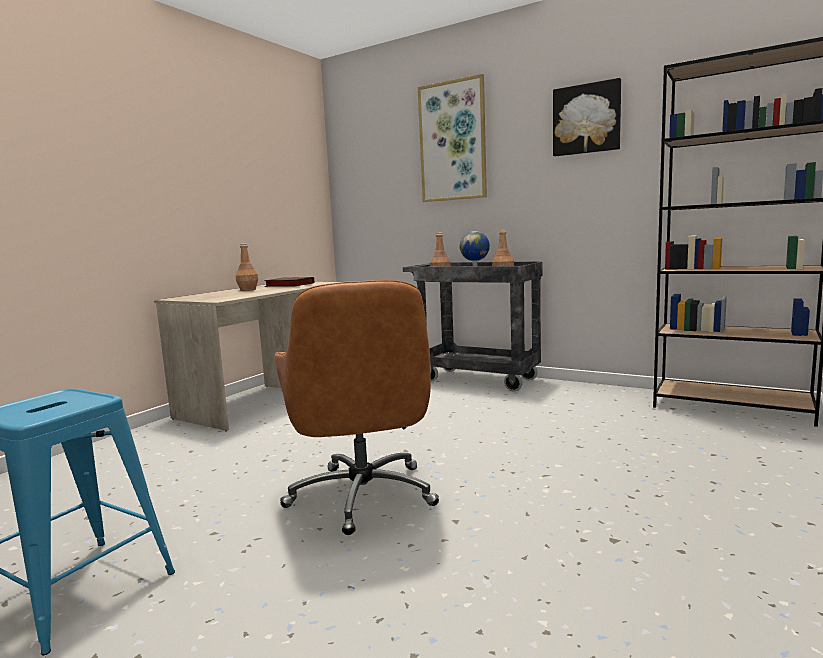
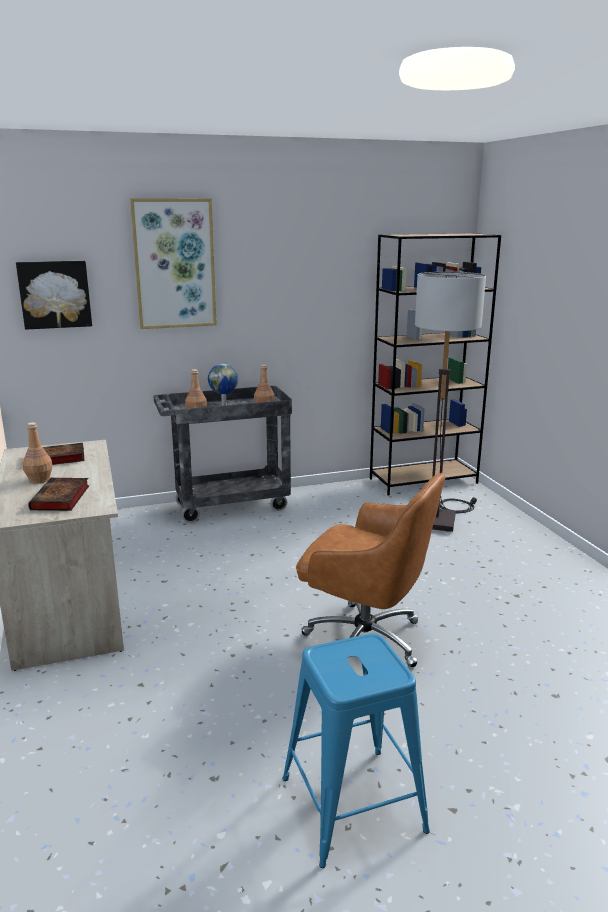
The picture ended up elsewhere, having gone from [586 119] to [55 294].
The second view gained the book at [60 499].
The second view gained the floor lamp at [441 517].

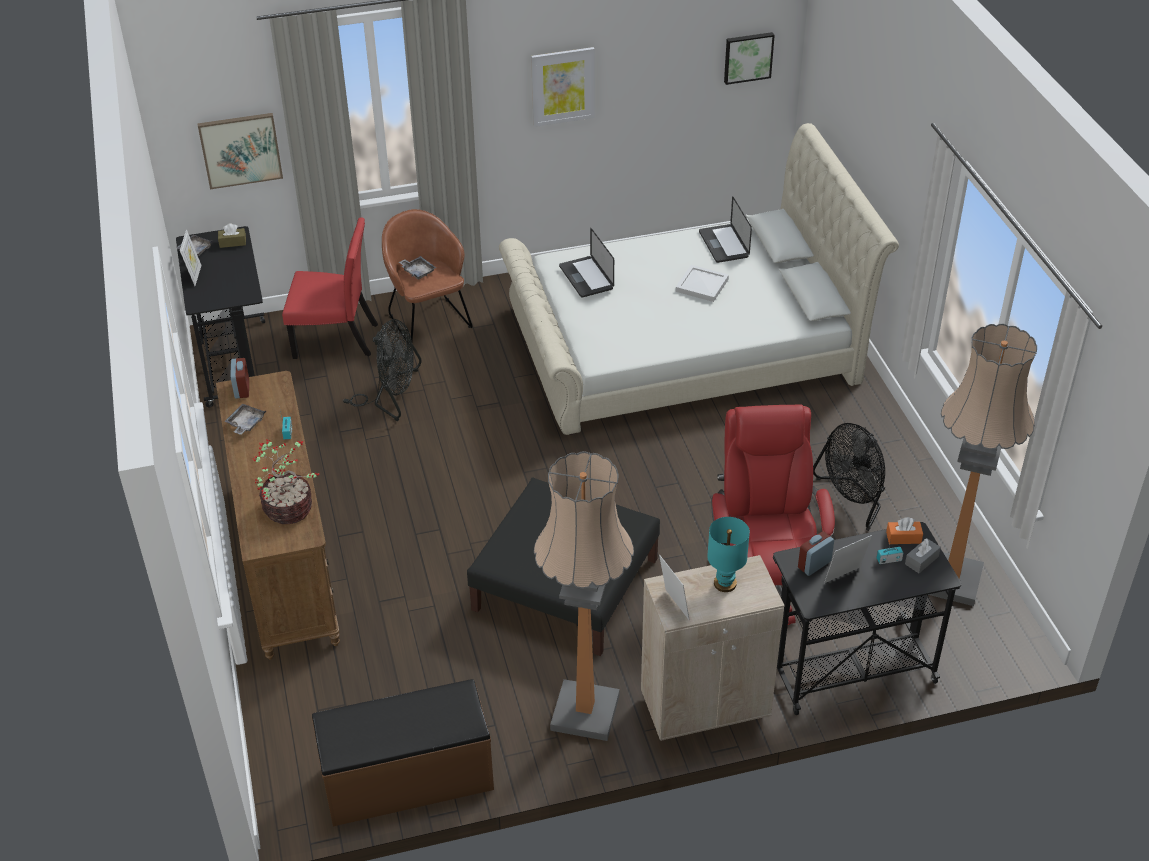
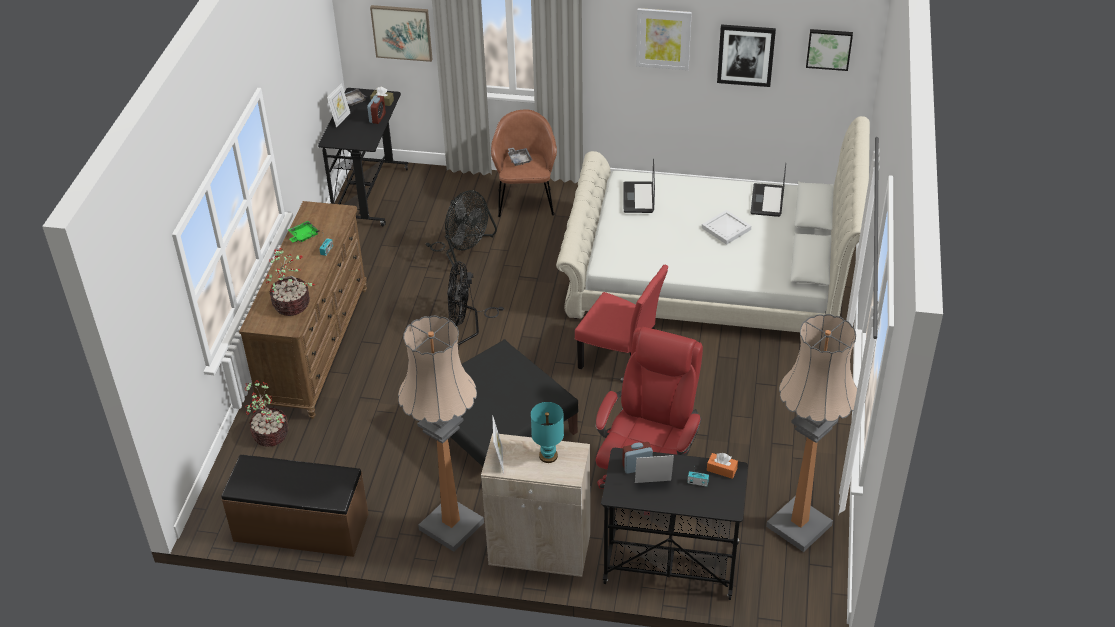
The second view gained the potted plant at [269 434].
What was the tray (grey) at [245 423] turned into the tray (green) at [303 236].
The alarm clock ended up elsewhere, having gone from [242 389] to [377 118].
The fan (black) ended up elsewhere, having gone from [854 496] to [467 321].
The chair (red) ended up elsewhere, having gone from [334 339] to [620 360].
The second view gained the picture at [746 55].
The second view lost the tissue box (grey) at [921 560].

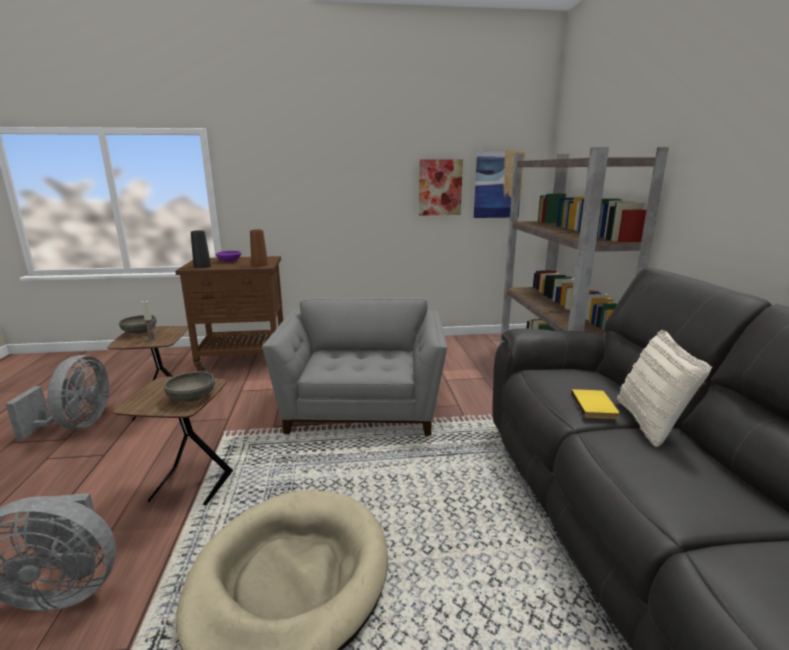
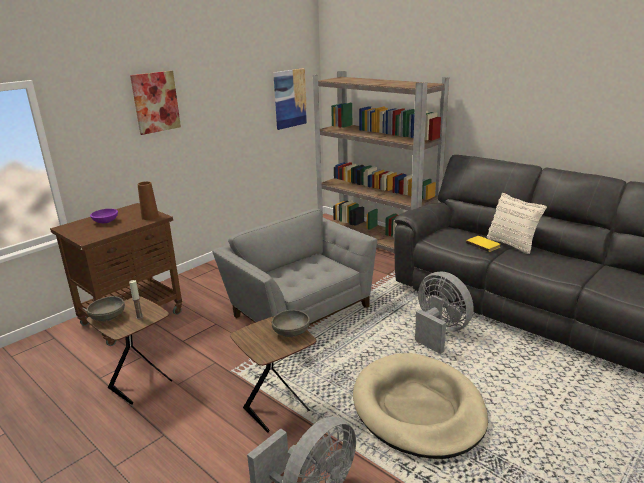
The picture ended up elsewhere, having gone from [440 187] to [155 102].
The fan (grey) ended up elsewhere, having gone from [77 425] to [439 332].
The second view lost the vase (black) at [202 266].

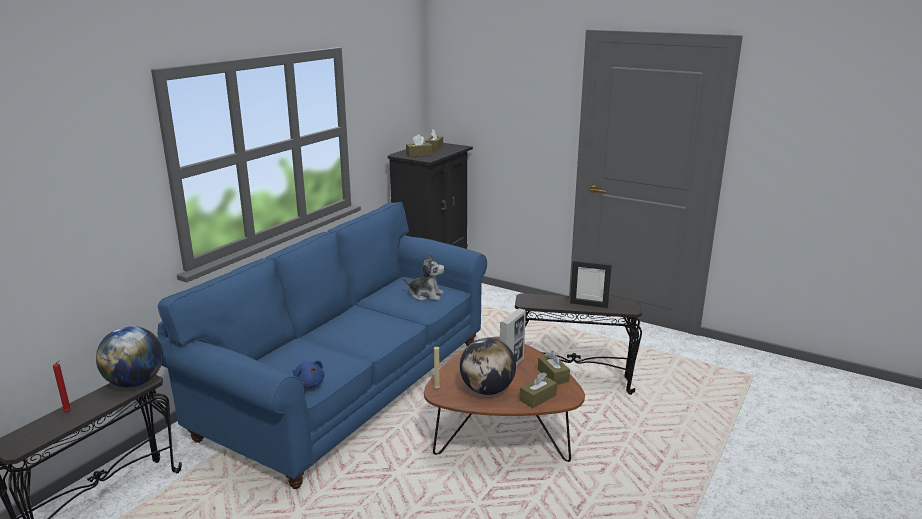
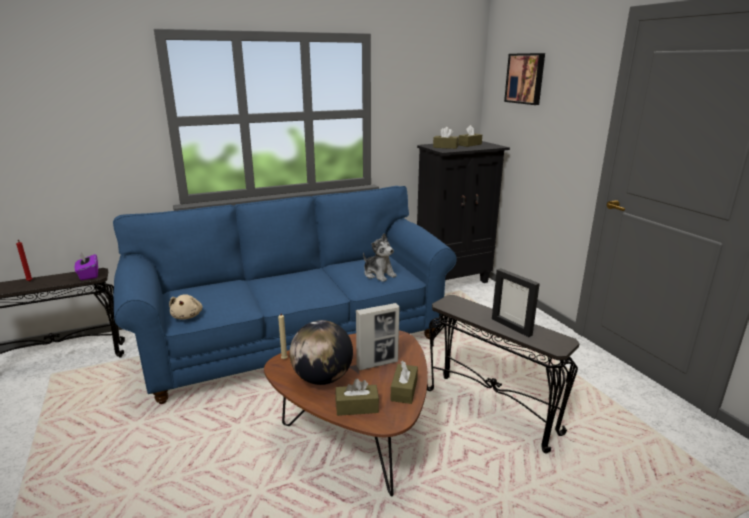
Where the globe stood at [135 382], the tissue box (purple) came to stand at [89 275].
What was the plush toy (blue) at [307 384] turned into the plush toy (beige) at [187 316].
The second view gained the picture at [525 78].

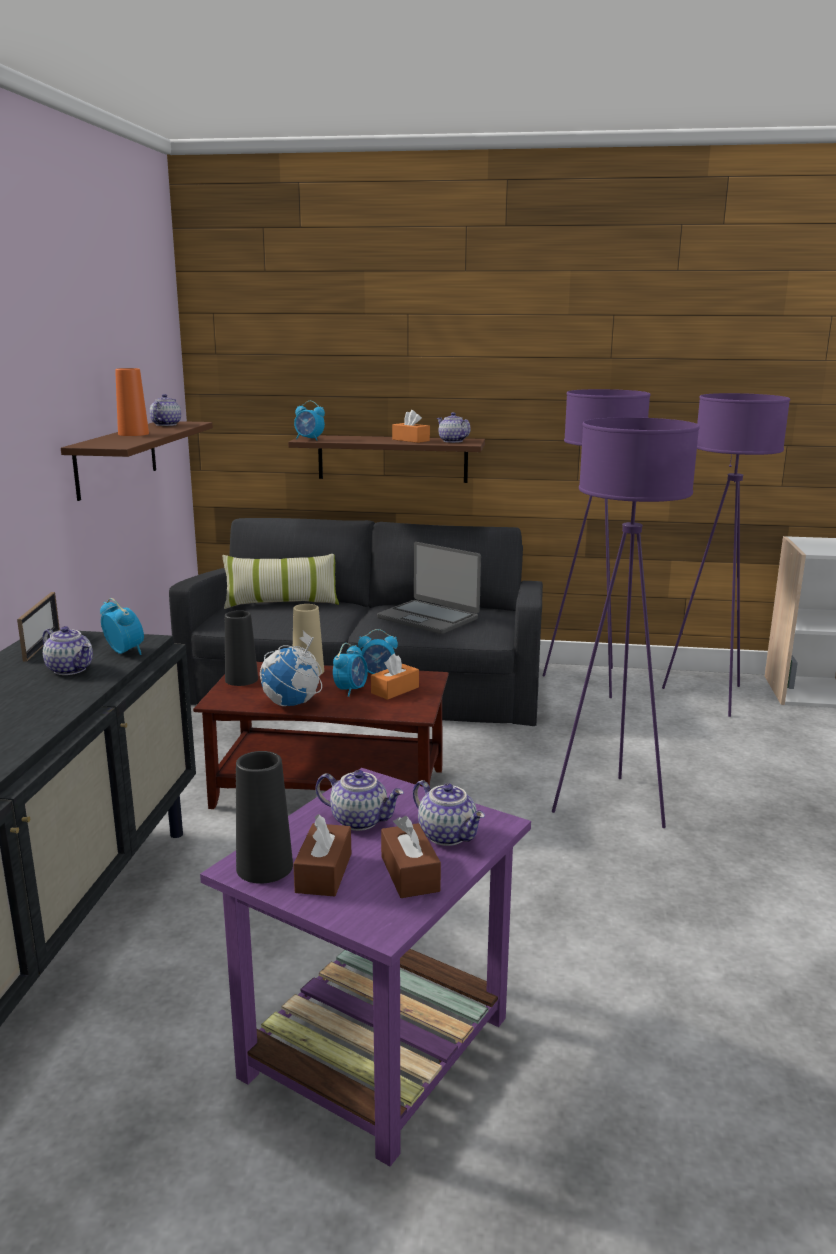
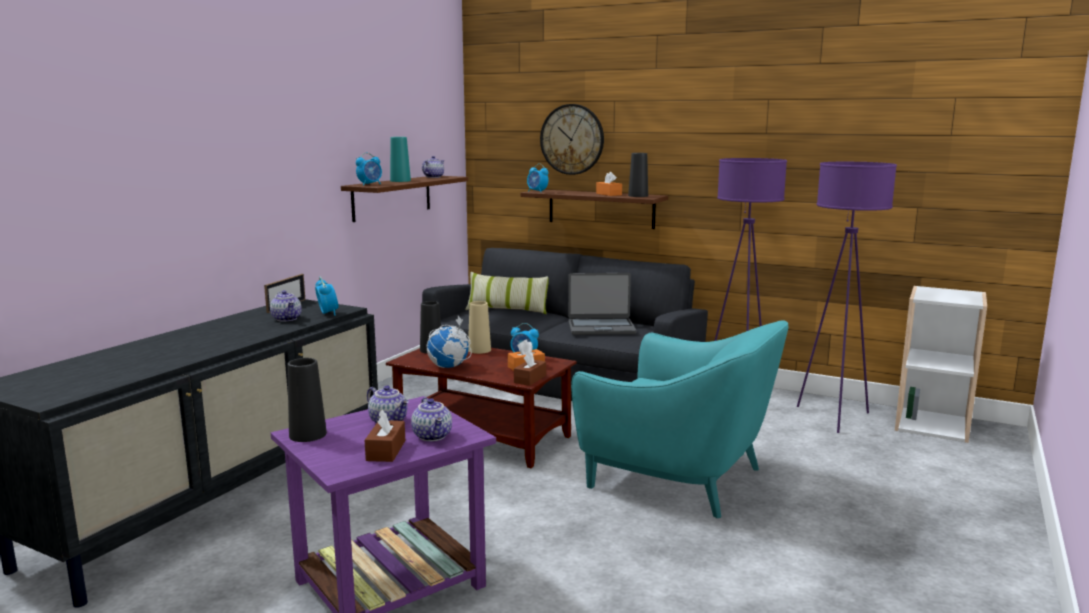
The alarm clock ended up elsewhere, having gone from [351 690] to [370 184].
What was the vase (orange) at [133 434] turned into the vase (turquoise) at [400 181].
The tissue box (brown) ended up elsewhere, having gone from [324 873] to [530 379].
The second view gained the wall clock at [572 139].
The laptop at [428 618] ended up facing another way, 60 degrees counterclockwise from before.
Where the floor lamp (purple) stood at [610 805], the armchair (turquoise) came to stand at [678 477].
Where the teapot stood at [452 441], the vase (black) came to stand at [638 196].

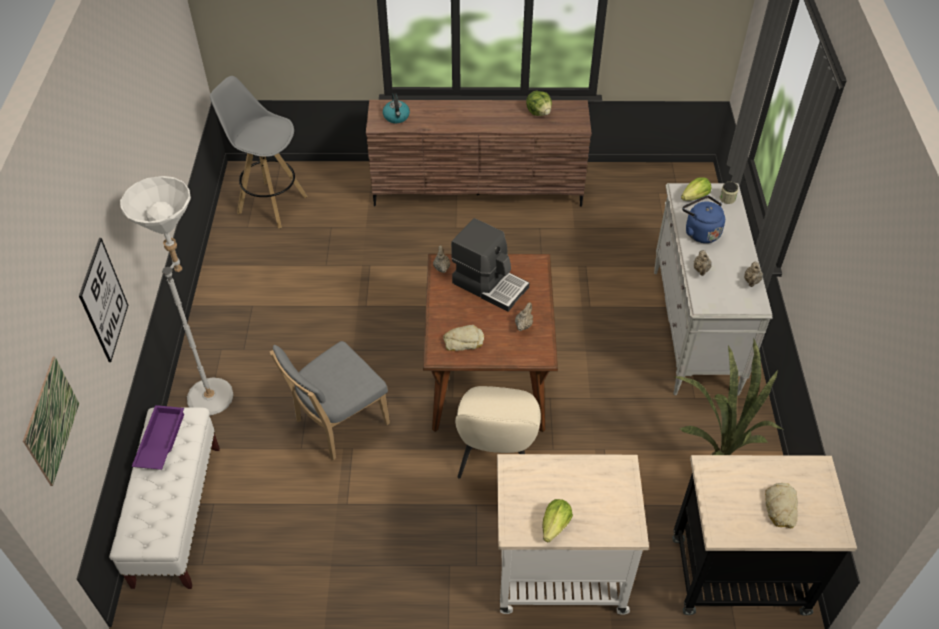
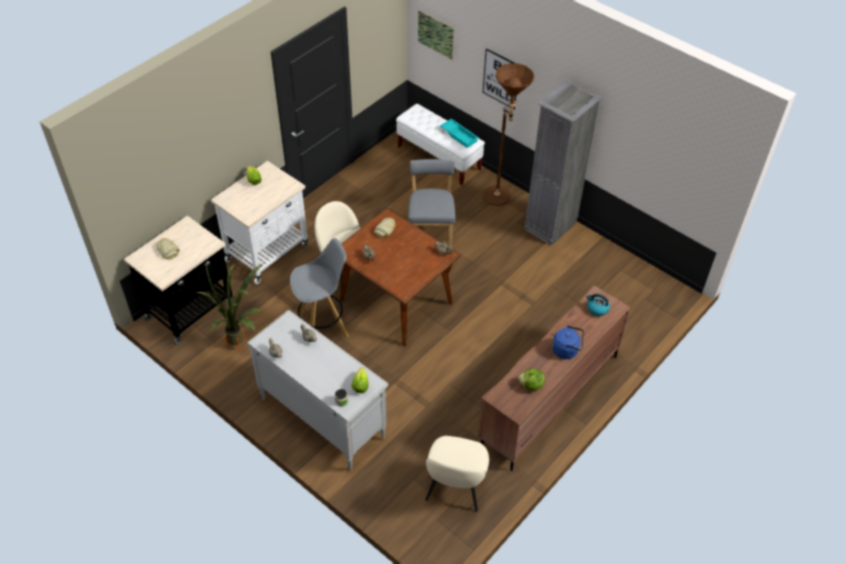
The stool (grey) ended up elsewhere, having gone from [271 203] to [323 328].
The second view gained the chair (beige) at [455 488].
What was the tray (purple) at [159 441] turned into the tray (turquoise) at [459 135].
What was the floor lamp (white) at [215 389] turned into the floor lamp (brown) at [500 200].
The second view gained the cabinet (grey) at [550 226].
The kettle (blue) ended up elsewhere, having gone from [700 232] to [567 350].
The second view lost the coffee machine at [490 284].

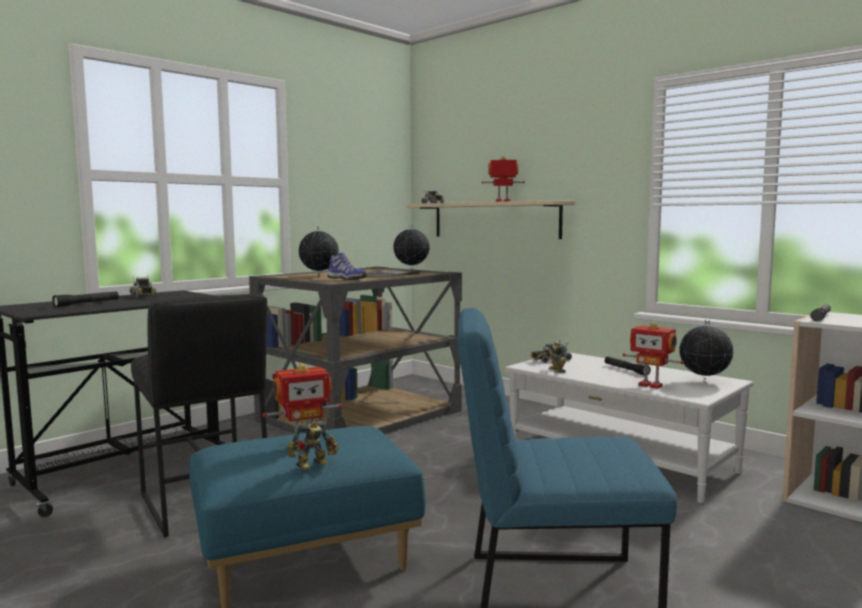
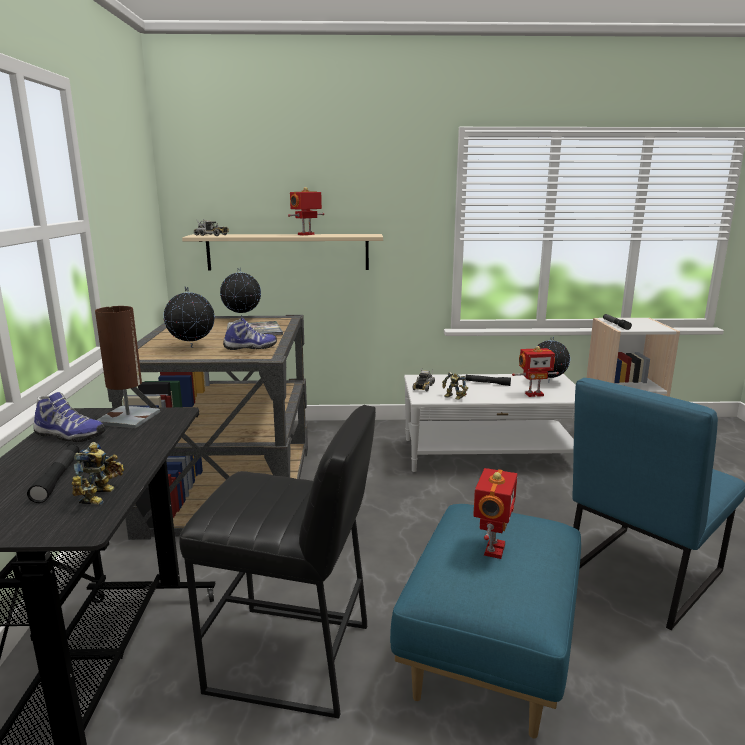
Where the toy truck stood at [143 296], the shoe came to stand at [68 436].
The toy robot ended up elsewhere, having gone from [314 465] to [101 496].
The second view gained the table lamp (brown) at [128 418].

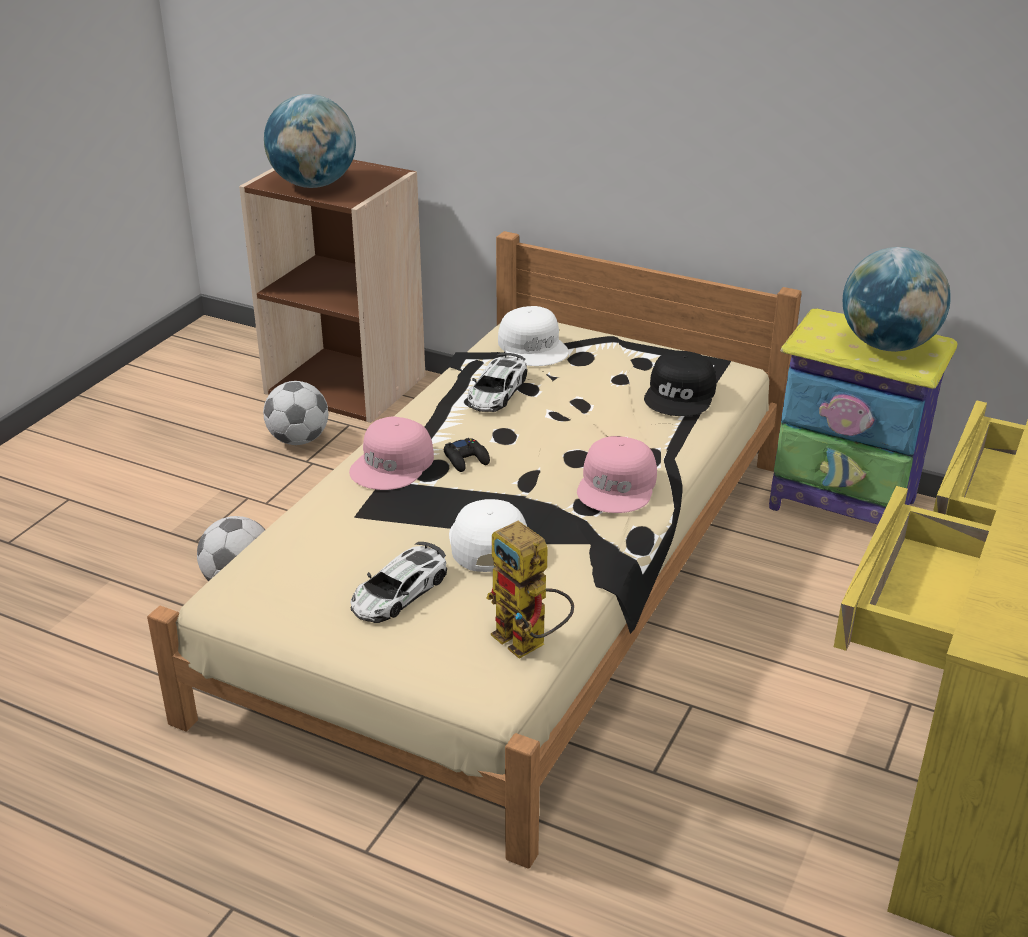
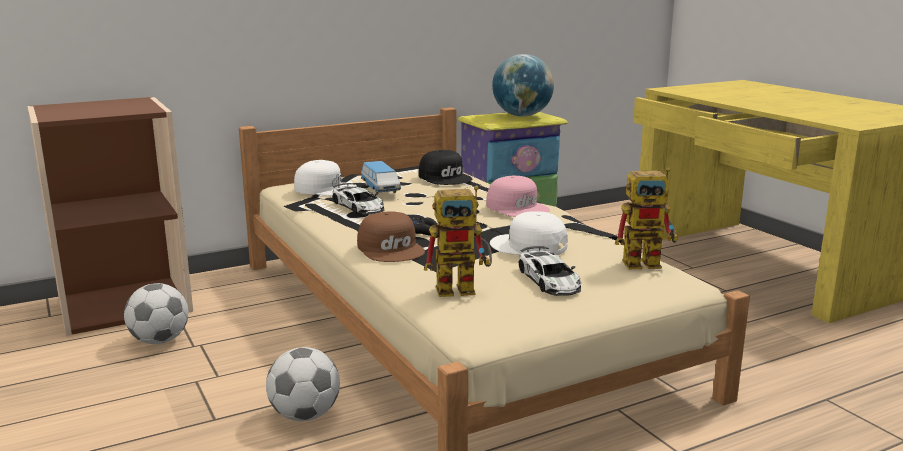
What was the cap (pink) at [393 465] turned into the cap (brown) at [391 249].
The second view gained the toy car at [380 189].
The second view gained the toy robot at [464 288].
The second view lost the globe at [313 185].

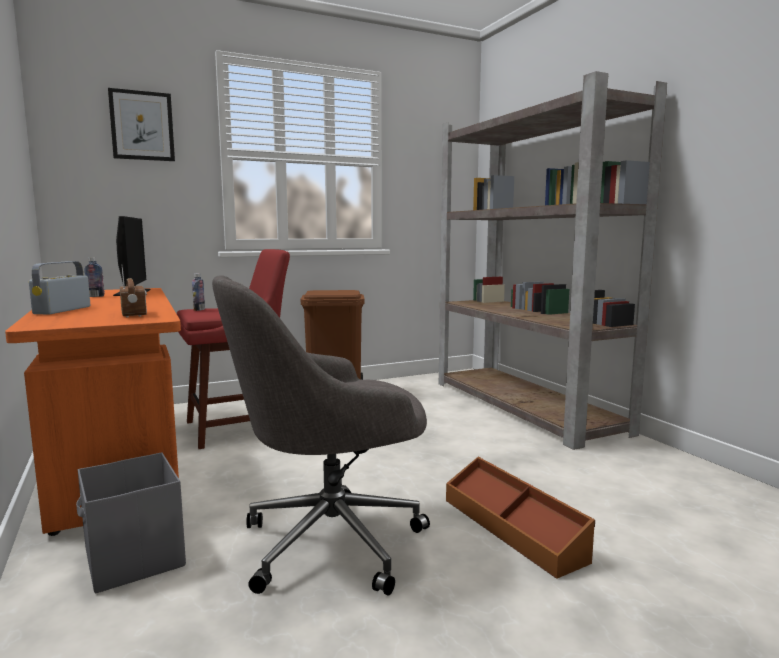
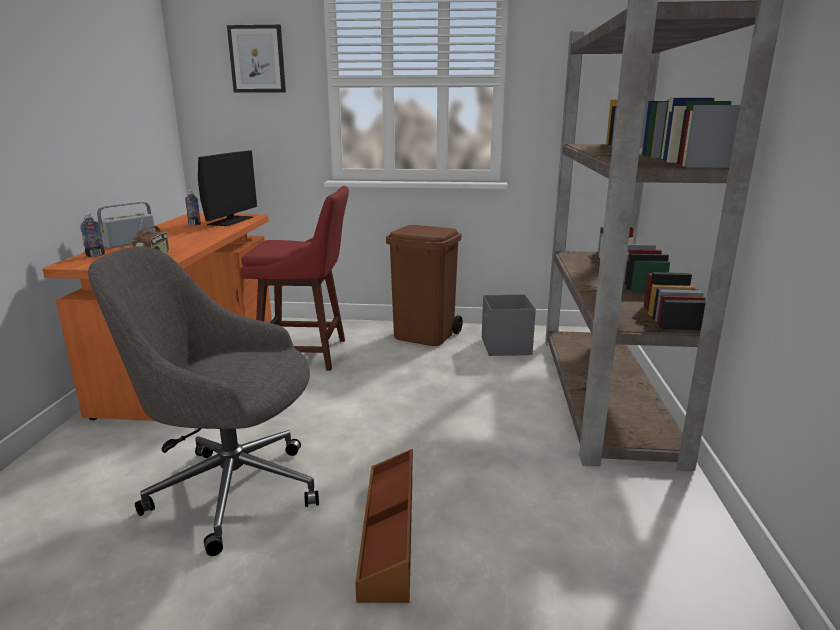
The bottle ended up elsewhere, having gone from [199 309] to [95 255].
The storage box (grey) ended up elsewhere, having gone from [134 559] to [505 347].

